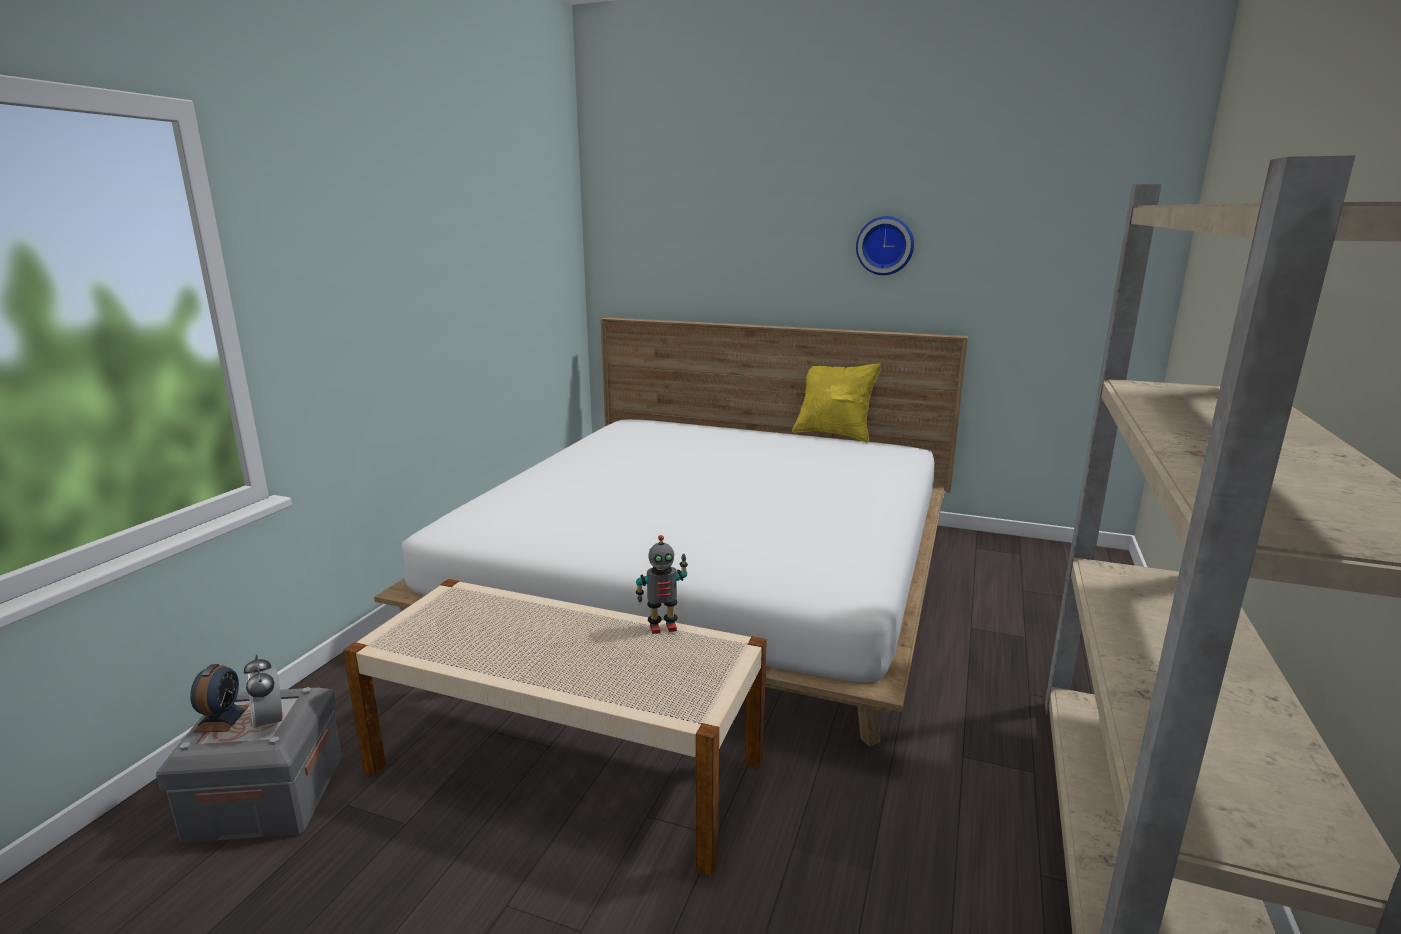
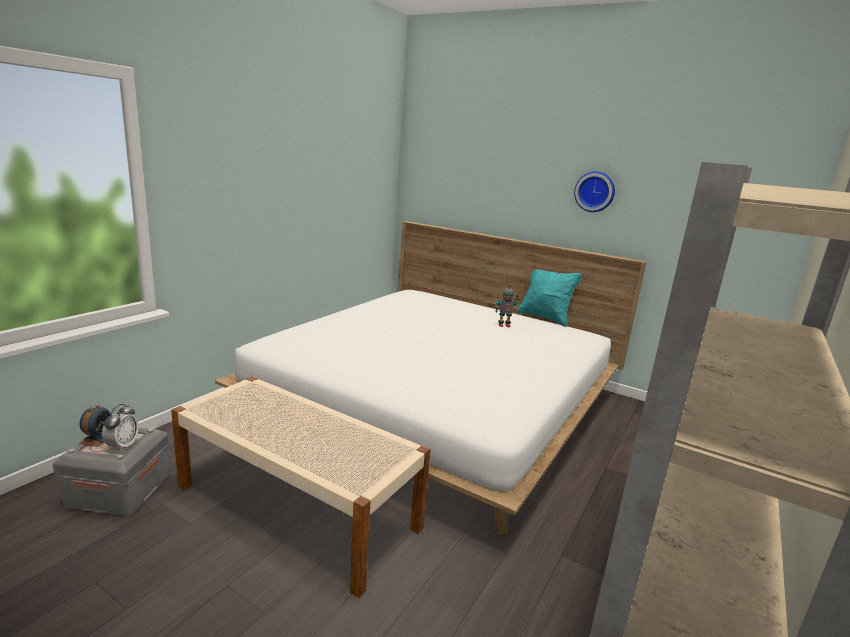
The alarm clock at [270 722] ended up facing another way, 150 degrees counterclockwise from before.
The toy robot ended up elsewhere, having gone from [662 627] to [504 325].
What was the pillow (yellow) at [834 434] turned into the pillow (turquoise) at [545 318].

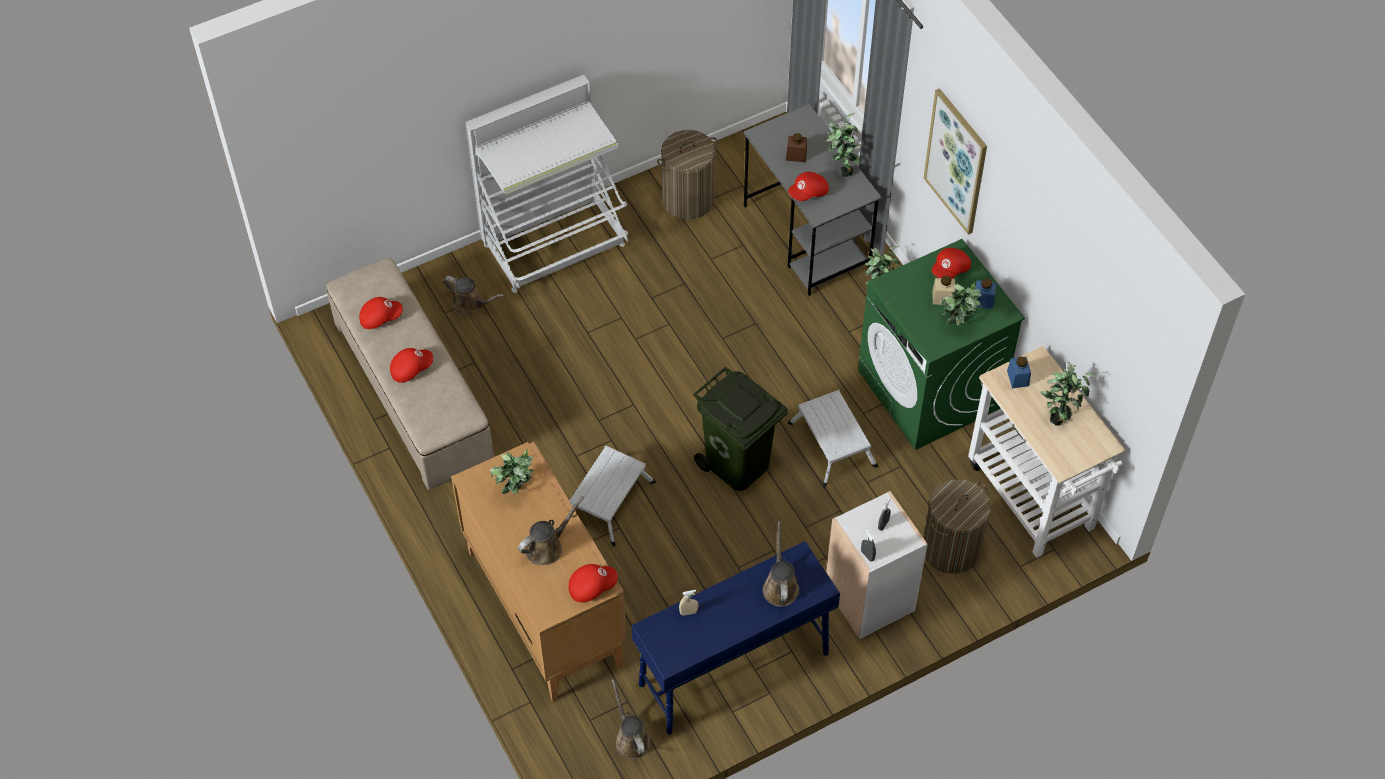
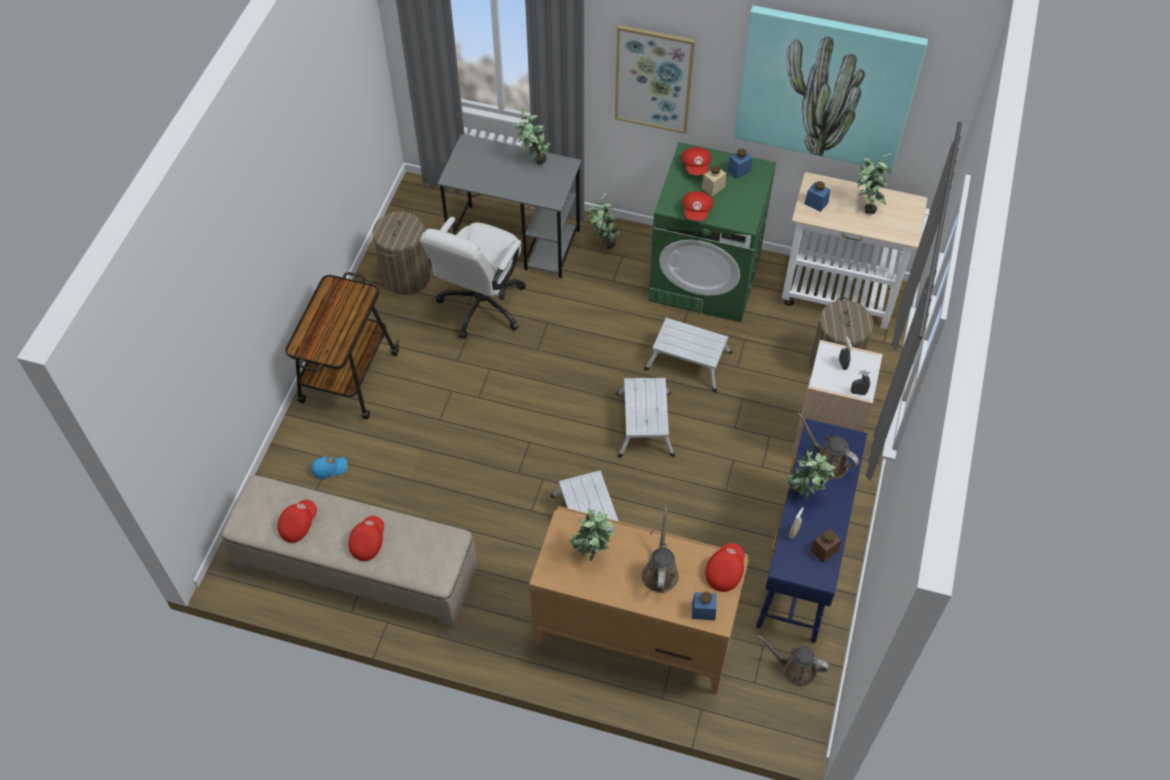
Where the shoe rack (white) stood at [556 248], the cart came to stand at [348 379].
Where the watering can (brown) stood at [471 305], the cap (blue) came to stand at [330 468].
The second view gained the office chair (white) at [480 309].
Where the trash can (green) stood at [737 465], the step ladder (white) came to stand at [645 424].
The cap (red) ended up elsewhere, having gone from [808 193] to [697 211].
The second view gained the jar (blue) at [703 611].
The second view gained the picture at [826 87].
The potted plant ended up elsewhere, having gone from [956 327] to [805 494].
The jar (brown) ended up elsewhere, having gone from [796 155] to [824 550].

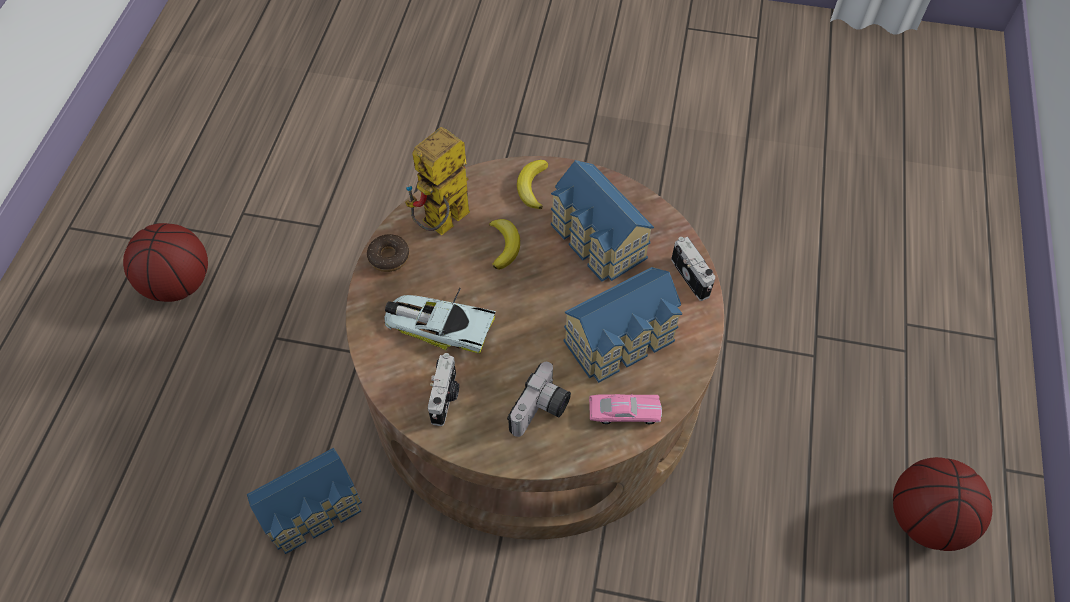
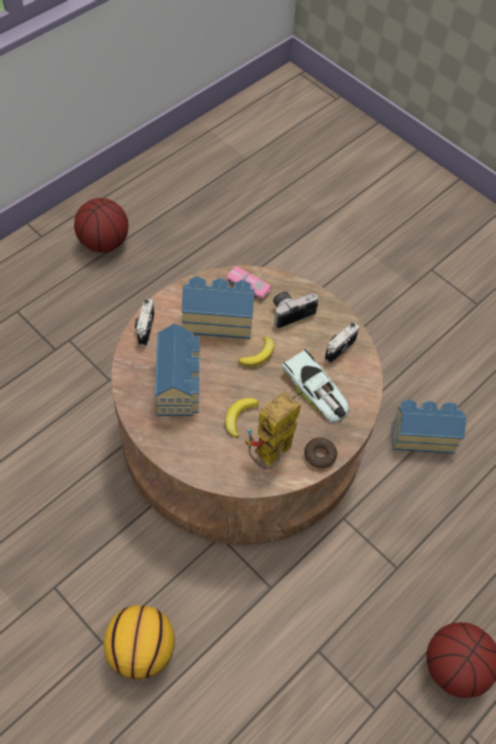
The second view gained the basketball at [141 650].
The banana ended up elsewhere, having gone from [532 186] to [258 355].
The toy robot at [442 225] ended up facing another way, 150 degrees clockwise from before.

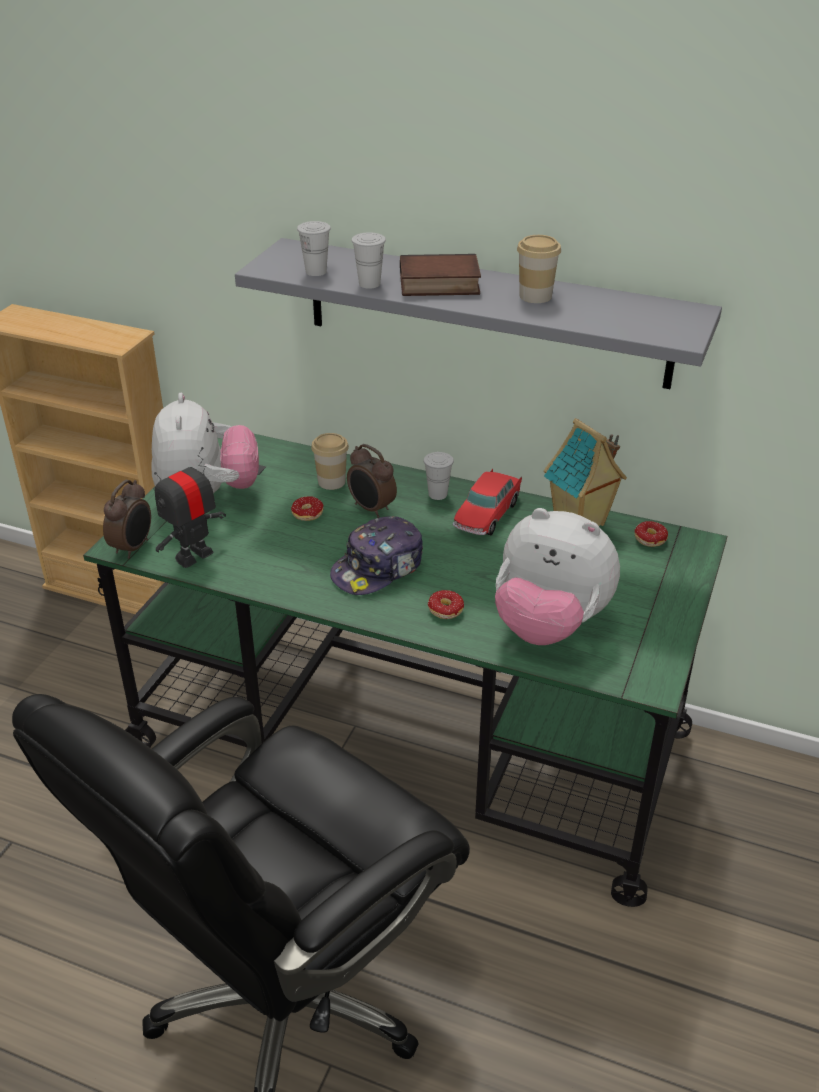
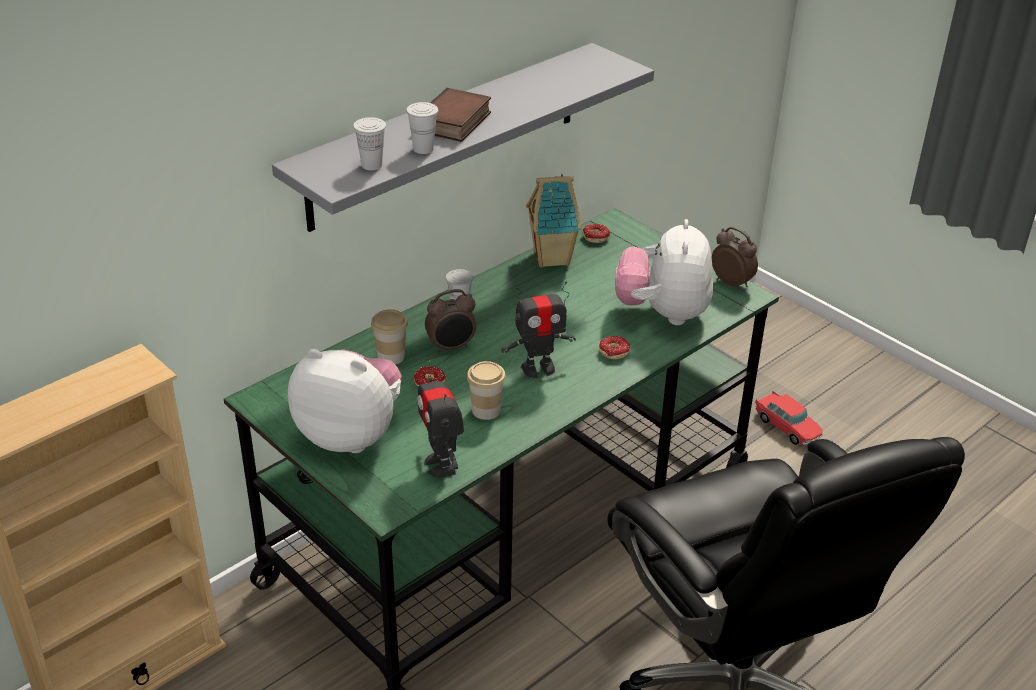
The cup ended up elsewhere, having gone from [535 296] to [486 410].
Where the cap stood at [378 568], the toy robot came to stand at [538 368].
The plush toy at [549 625] ended up facing another way, 135 degrees clockwise from before.
The alarm clock ended up elsewhere, having gone from [133 547] to [732 283].
The toy car ended up elsewhere, having gone from [487 515] to [787 427].

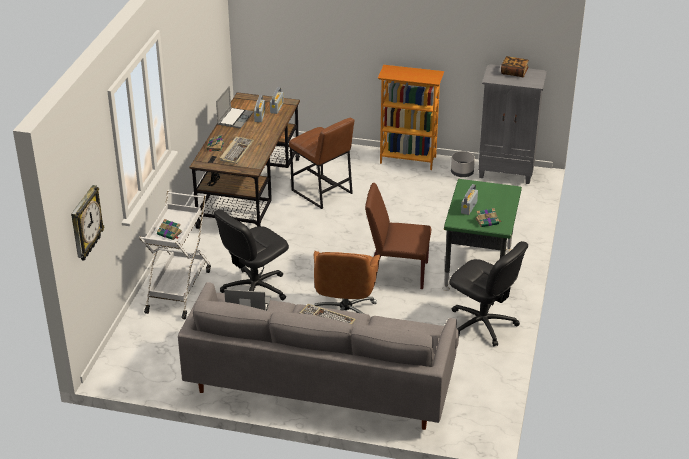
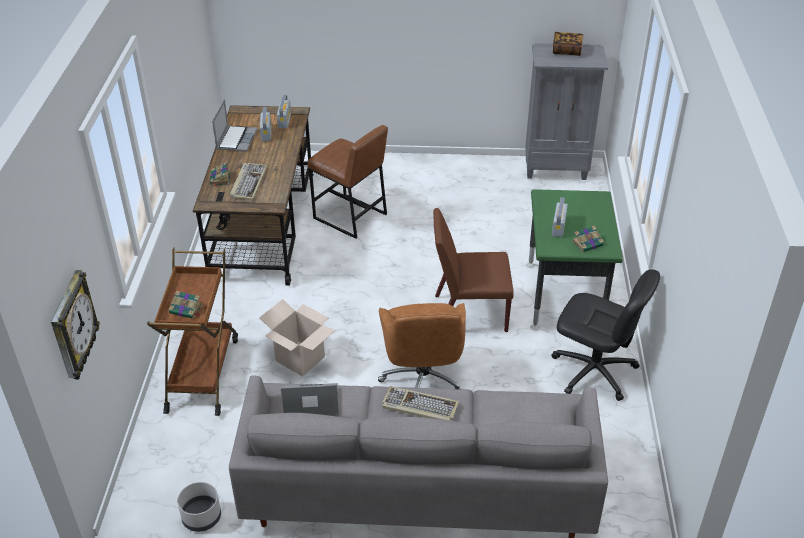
What was the cart (white) at [179 291] turned into the cart (brown) at [204 374].
The planter (grey) ended up elsewhere, having gone from [461 173] to [201 517].
Where the office chair (black) stood at [255 289], the cardboard box came to stand at [300 359].
The second view lost the bookcase at [408 159].

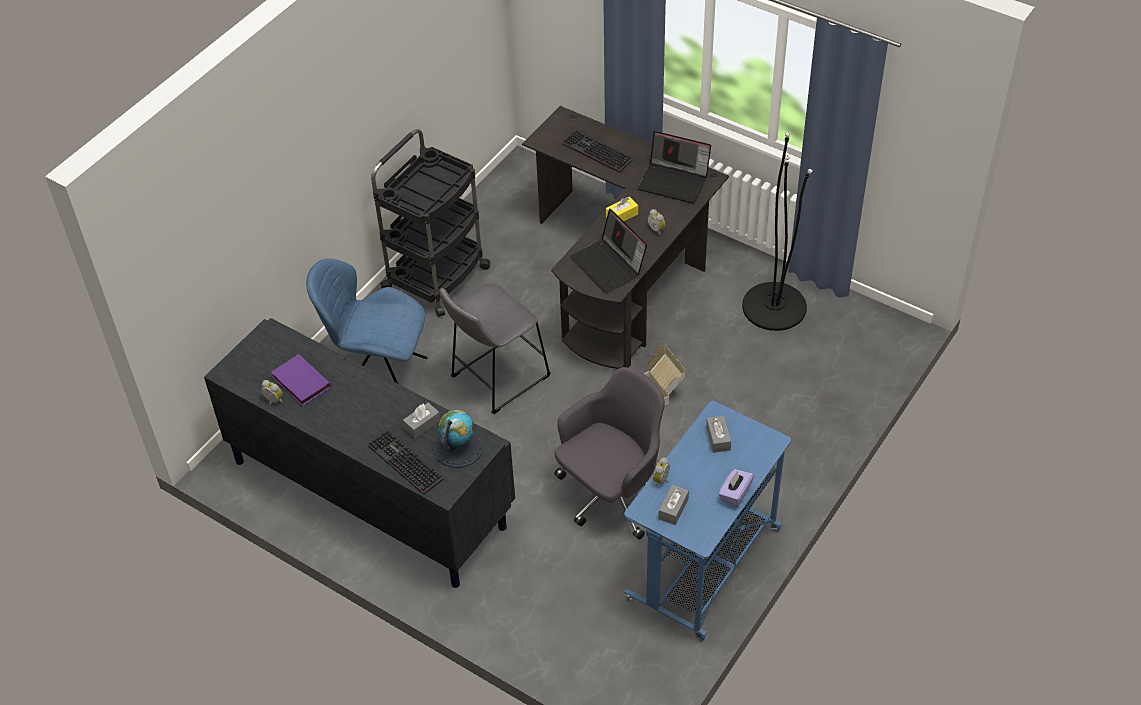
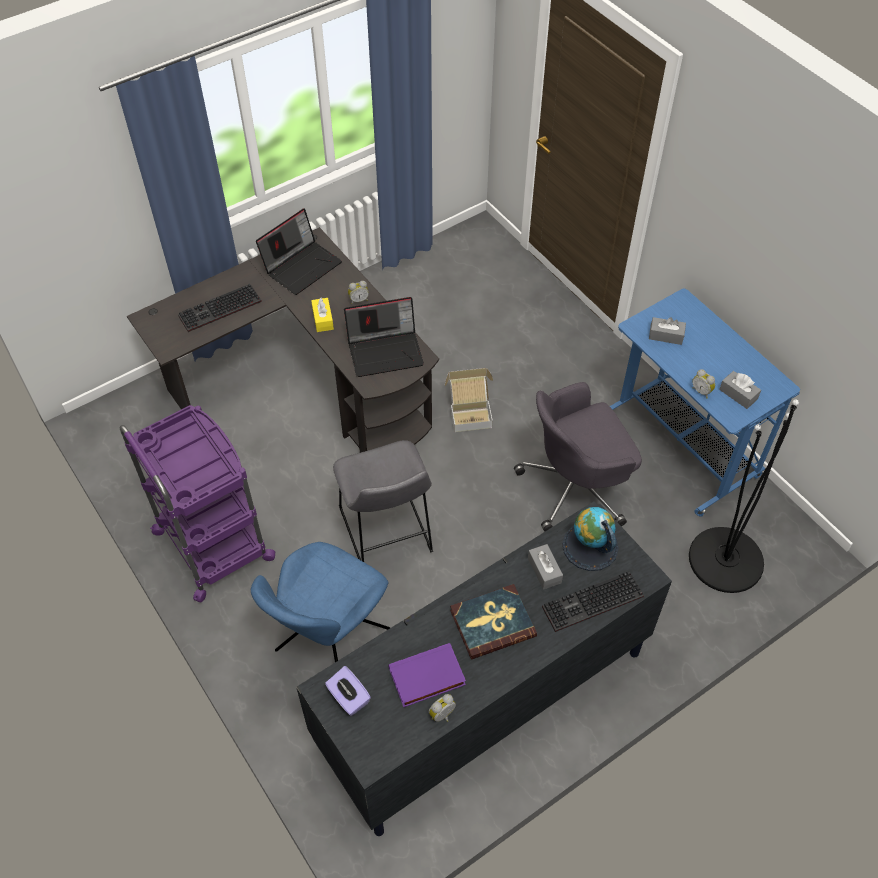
What was the cart (black) at [437 278] turned into the cart (purple) at [215 545].
The tissue box (purple) ended up elsewhere, having gone from [735 494] to [348 698].
The second view gained the book at [492 623].
The office chair (grey) at [612 495] ended up facing another way, 90 degrees counterclockwise from before.
The floor lamp (black) ended up elsewhere, having gone from [774 306] to [726 559].

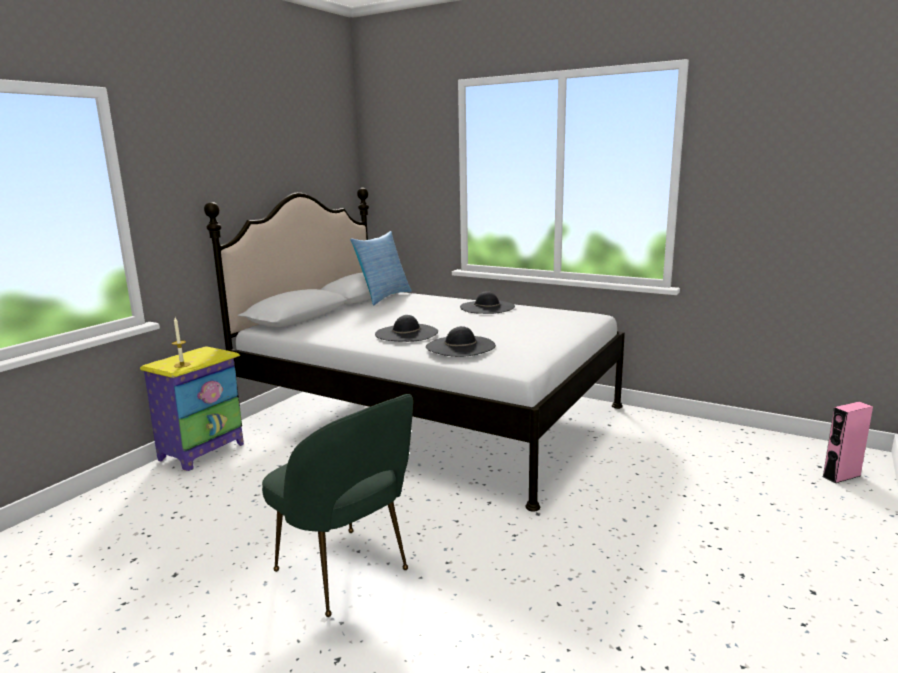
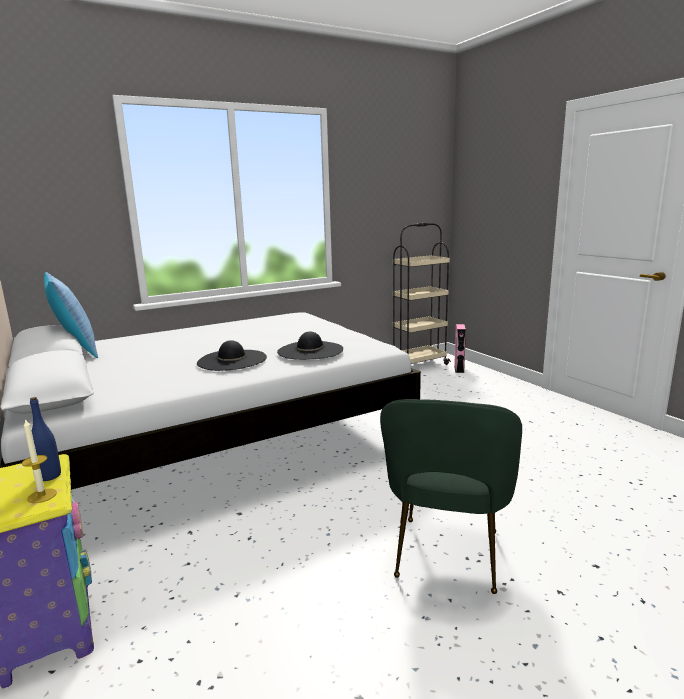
The second view gained the bottle (blue) at [49 476].
The chair (green) at [347 576] ended up facing another way, 120 degrees clockwise from before.
The second view gained the cart (beige) at [419 365].
The second view lost the hat (black) at [487 307].

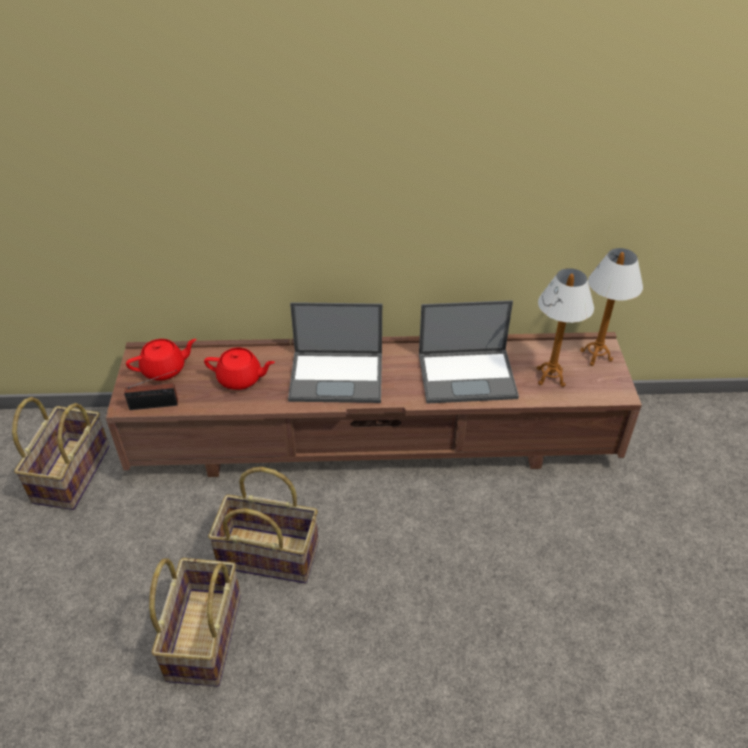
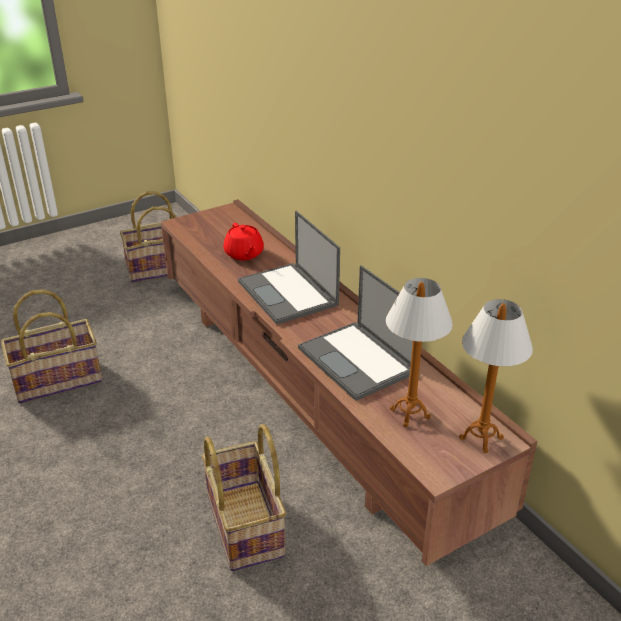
The basket ended up elsewhere, having gone from [269 554] to [247 525].
The second view lost the radio at [156 405].
The second view lost the teapot (red) at [165 369].

